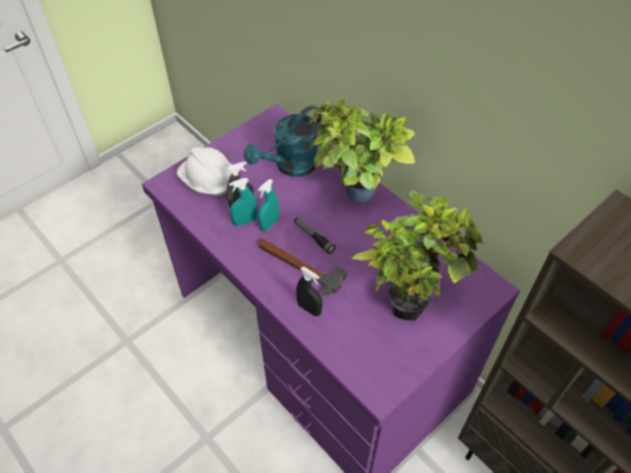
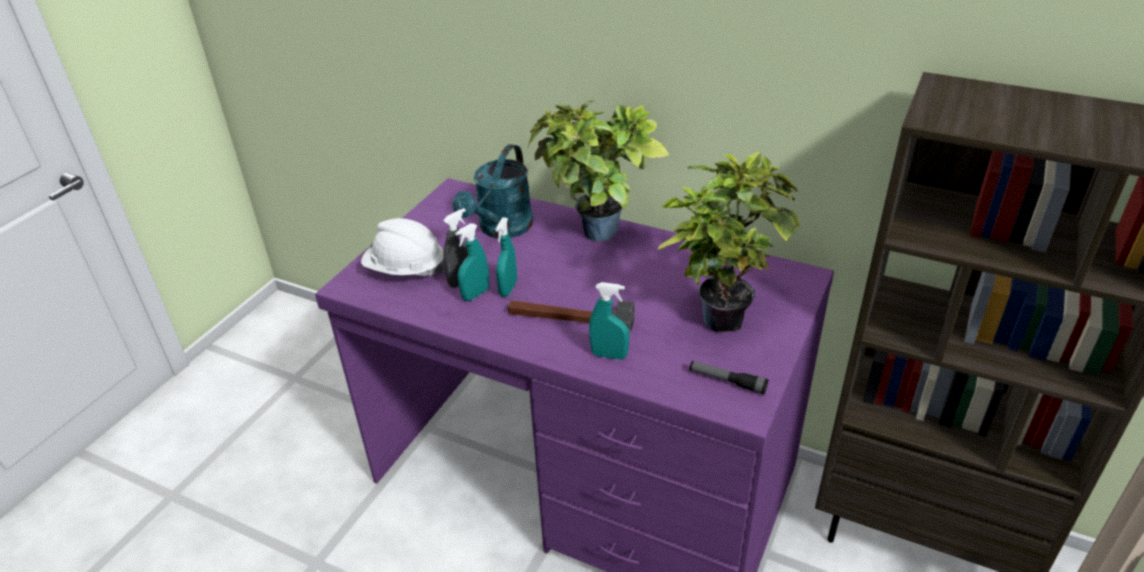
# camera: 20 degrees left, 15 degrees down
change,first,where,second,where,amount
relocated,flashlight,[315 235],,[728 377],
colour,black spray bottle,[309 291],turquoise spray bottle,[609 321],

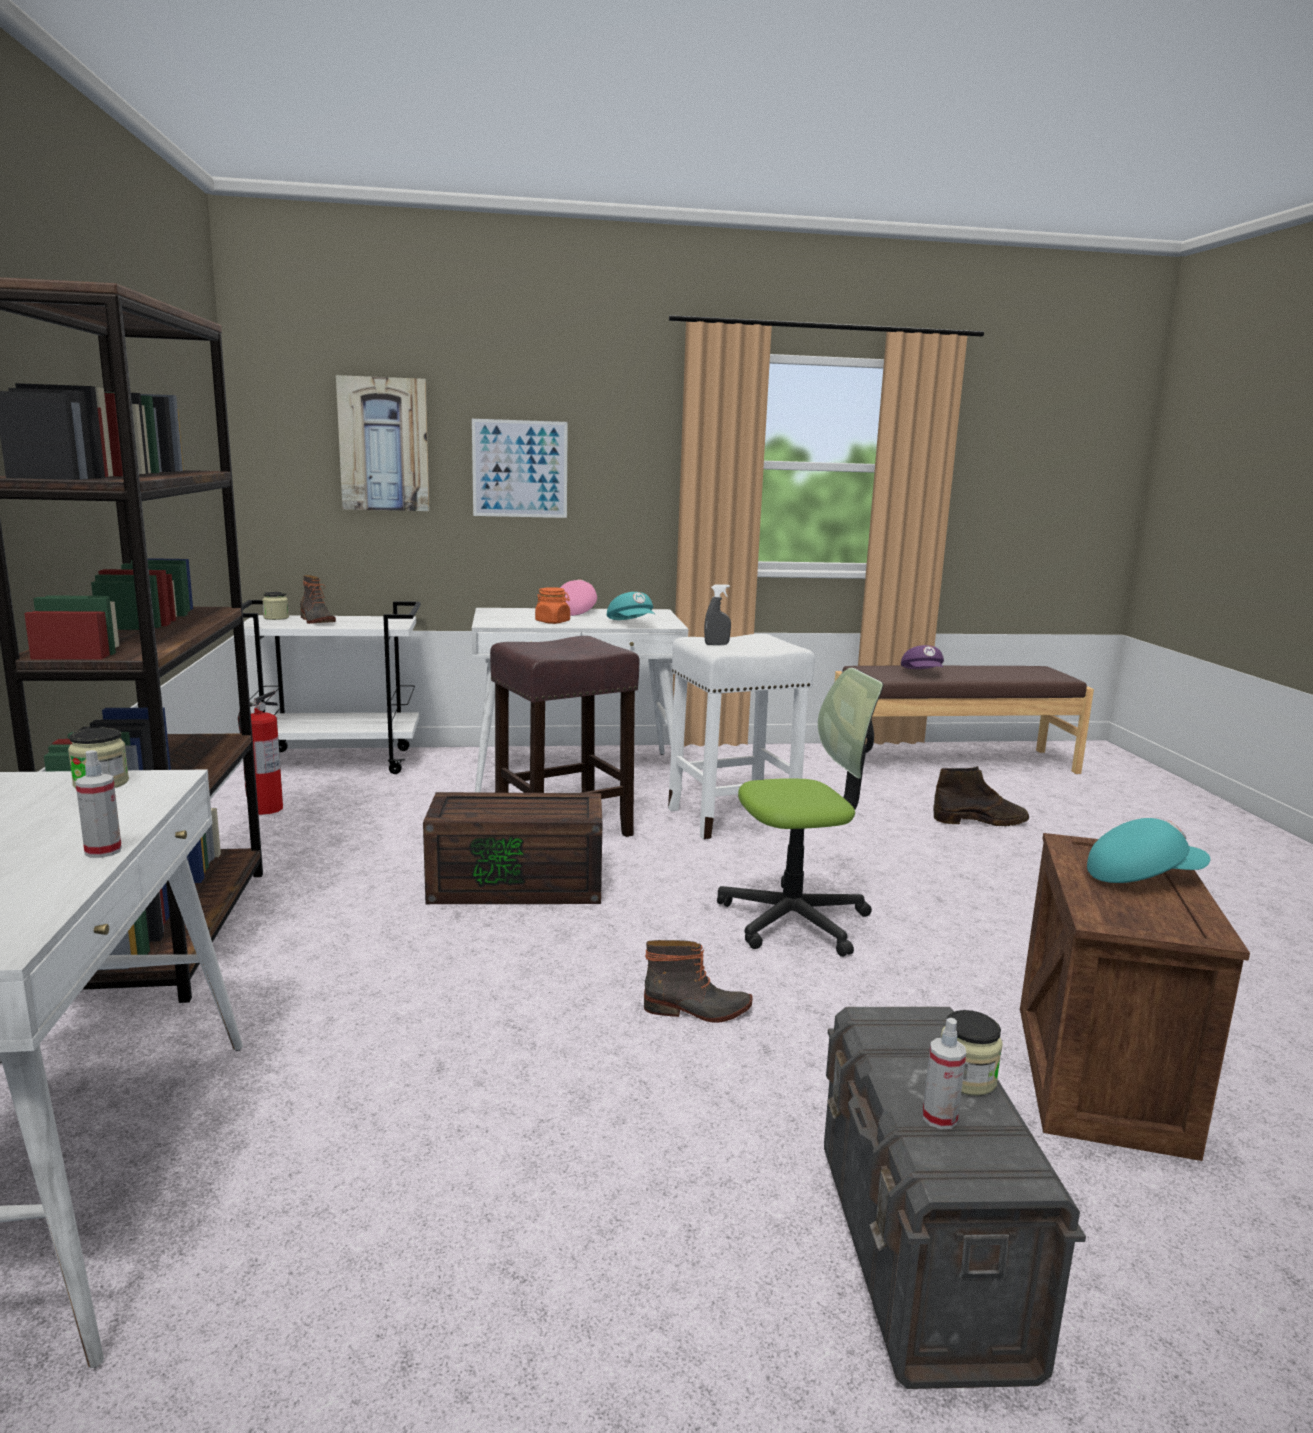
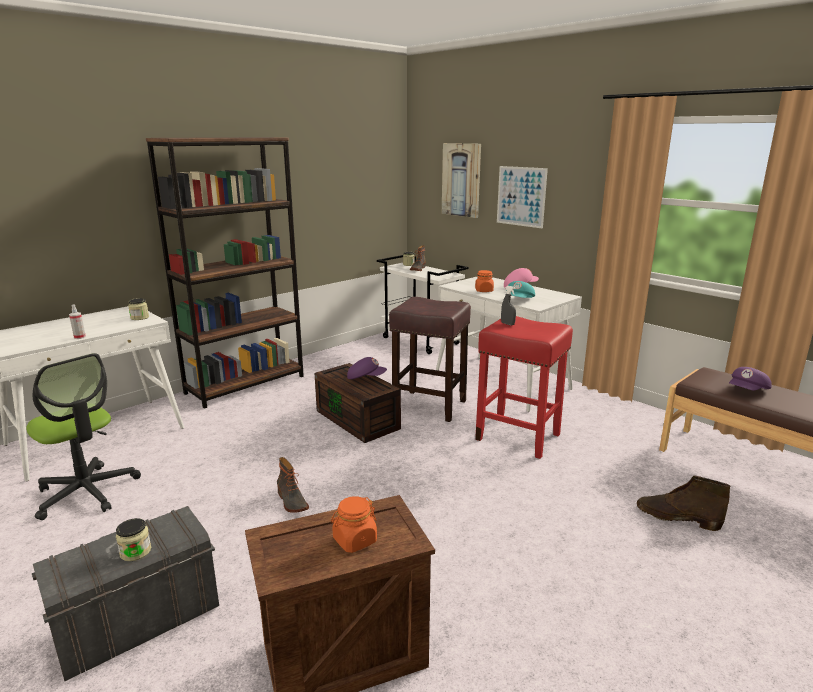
# camera: 55 degrees right, 5 degrees up
change,first,where,second,where,amount
colour,white stool,[741 737],red stool,[524 387],
relocated,office chair,[800 812],,[83 436],
missing,fire extinguisher,[260 753],,,
spun,brown boot,[981 796],,[683 503],150 degrees clockwise
exchanged,turquoise cap,[1148 850],orange jar,[354 524],
missing,spray bottle,[944 1073],,,
appeared,,,purple cap,[367 368],

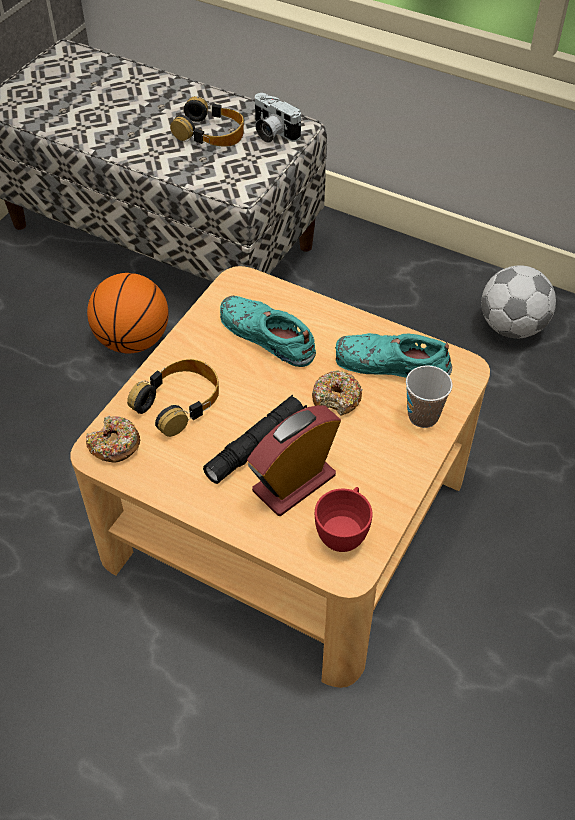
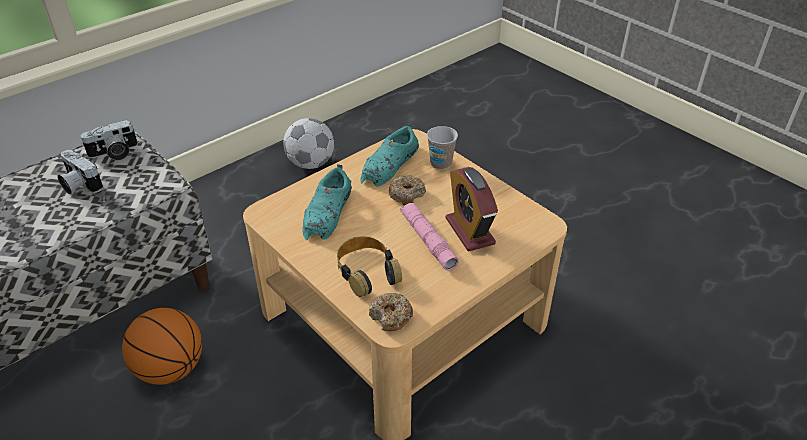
# camera: 70 degrees left, 10 degrees down
change,first,where,second,where,amount
exchanged,headphones,[207 121],photo camera,[80 172],
spun,turquoise shoe,[268 331],,[327 202],45 degrees counterclockwise
colour,black flashlight,[255 439],pink flashlight,[429 237],
missing,red cup,[344 519],,,

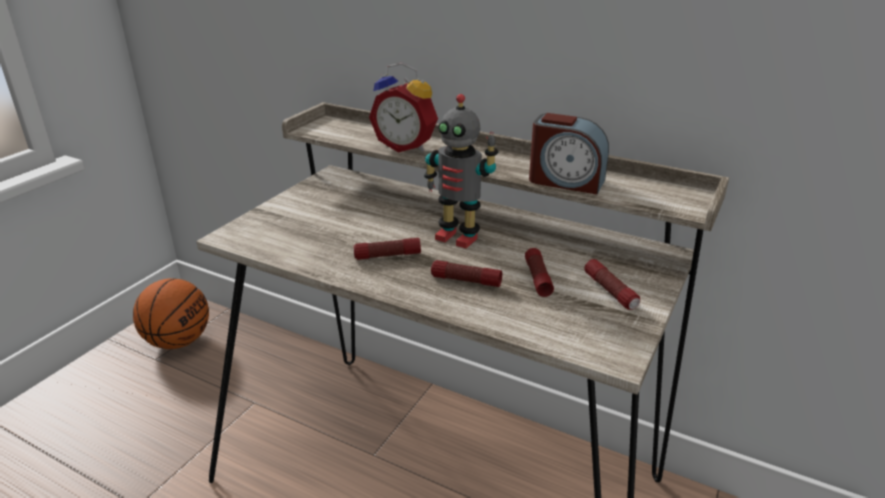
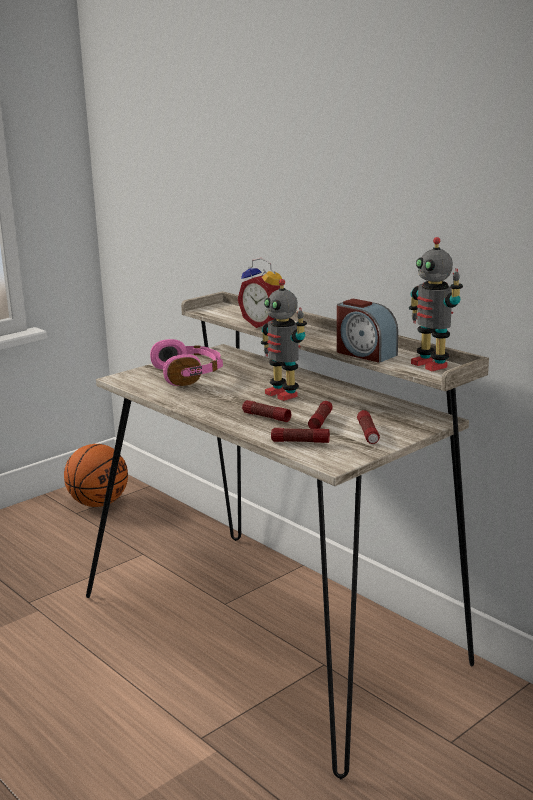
# camera: 20 degrees right, 10 degrees down
change,first,where,second,where,amount
relocated,flashlight,[387 249],,[300 435],
appeared,,,toy robot,[436 304],
appeared,,,pink headphones,[186 362],

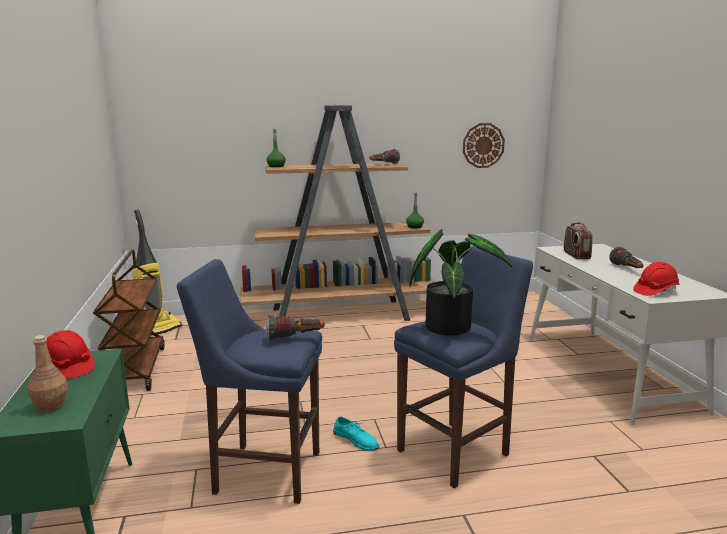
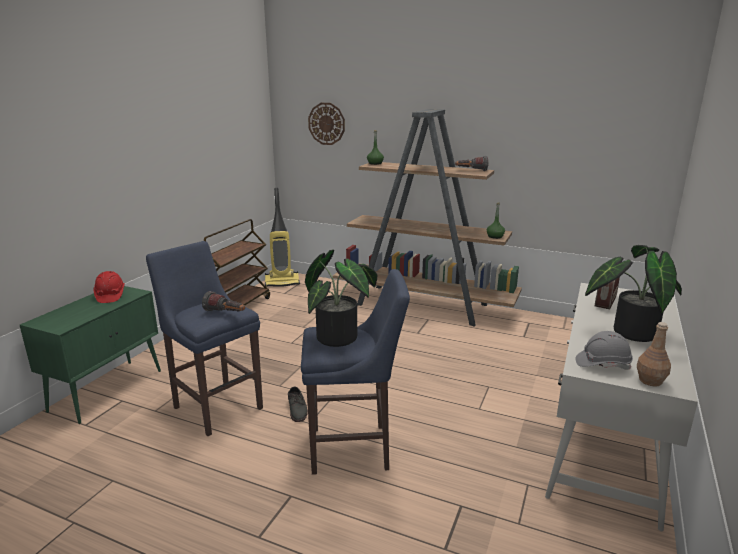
# camera: 35 degrees right, 5 degrees up
change,first,where,second,where,amount
relocated,wall clock,[484 145],,[326 124],
exchanged,flashlight,[626 257],potted plant,[633 293],
colour,red hard hat,[656 279],grey hard hat,[604 350],
relocated,brown bottle,[48 373],,[654 354],
colour,turquoise shoe,[356 433],grey shoe,[298 404],

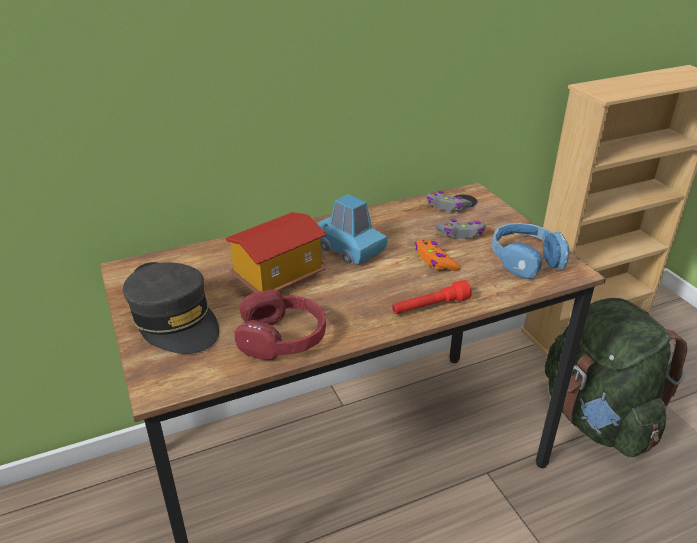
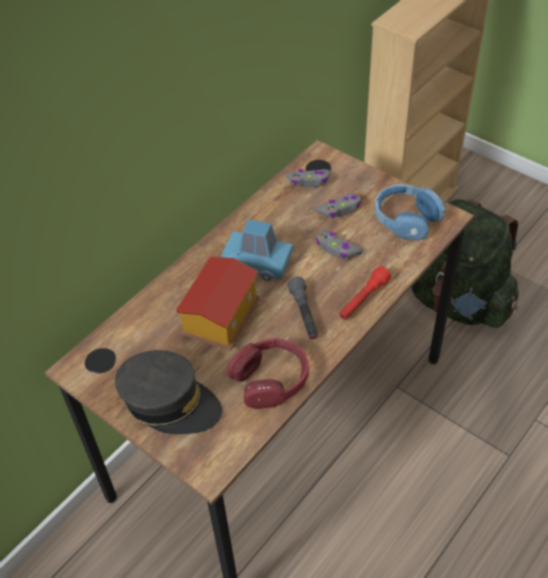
# camera: 25 degrees left, 15 degrees up
change,first,where,second,where,amount
colour,orange game controller,[437 255],grey game controller,[339 244],
appeared,,,grey flashlight,[303 308],

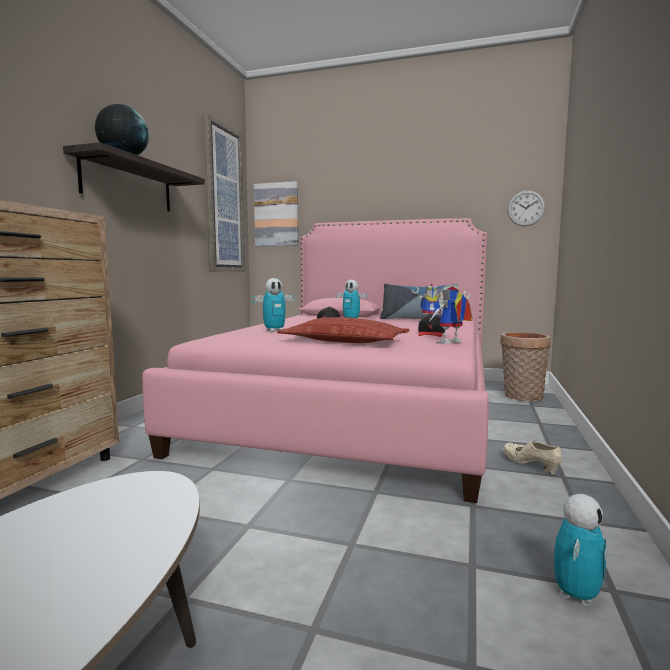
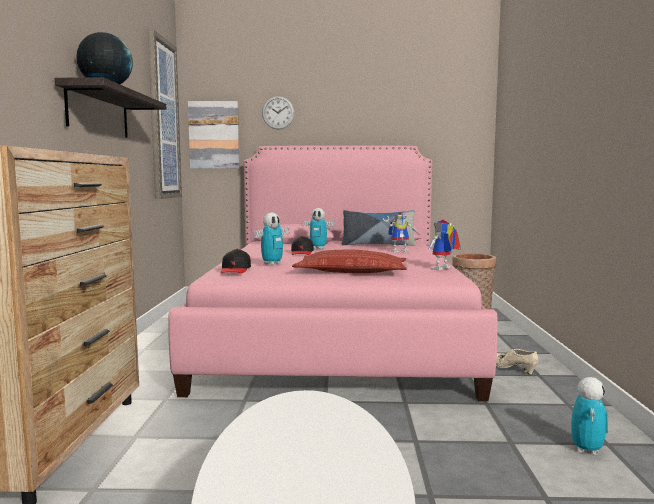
# camera: 15 degrees left, 0 degrees up
change,first,where,second,where,amount
relocated,wall clock,[526 208],,[278 113],
relocated,black cap,[431 325],,[236 261],

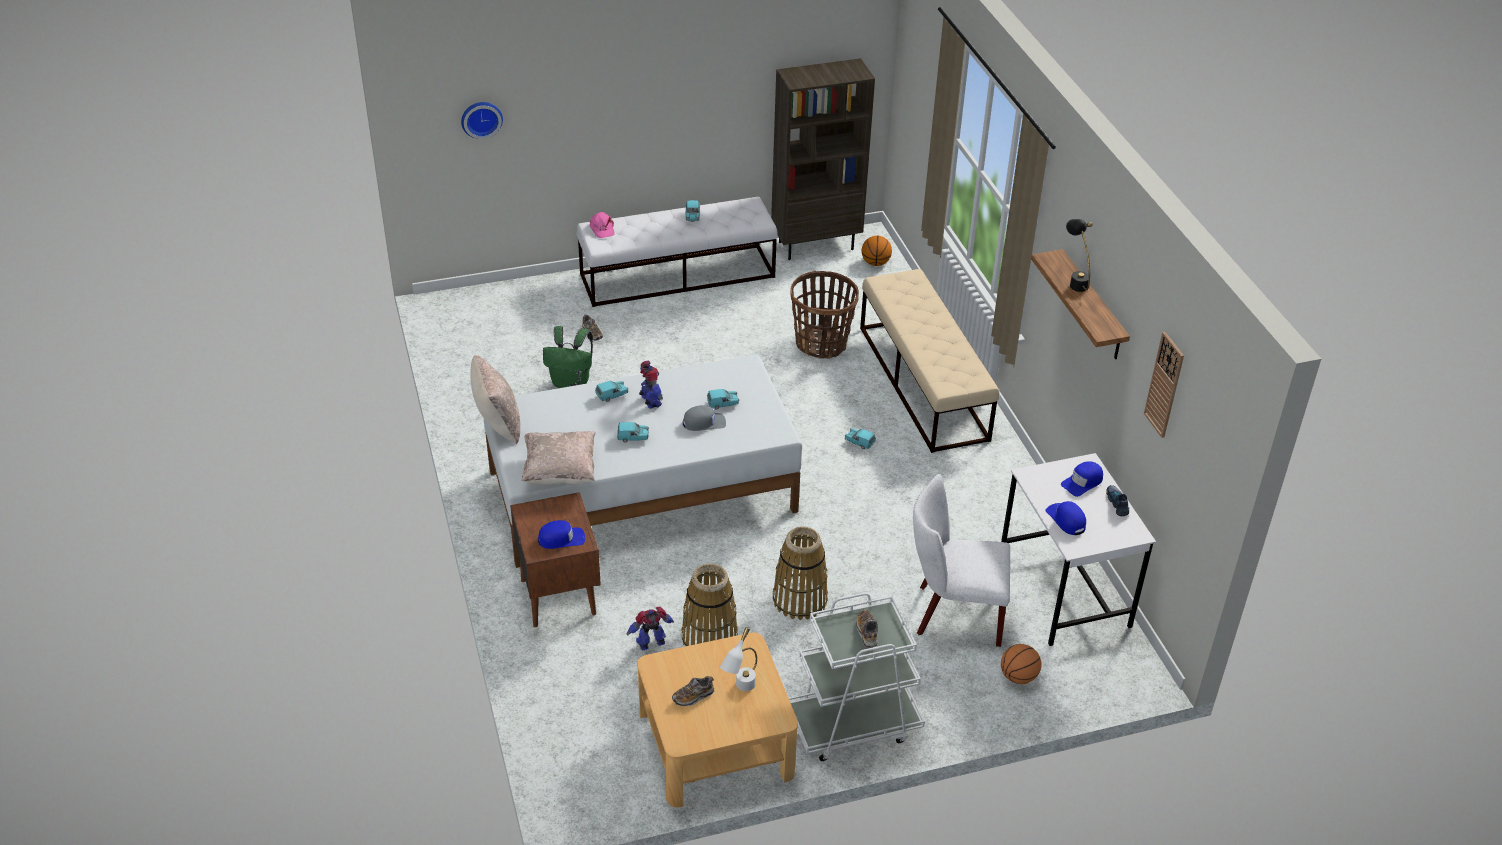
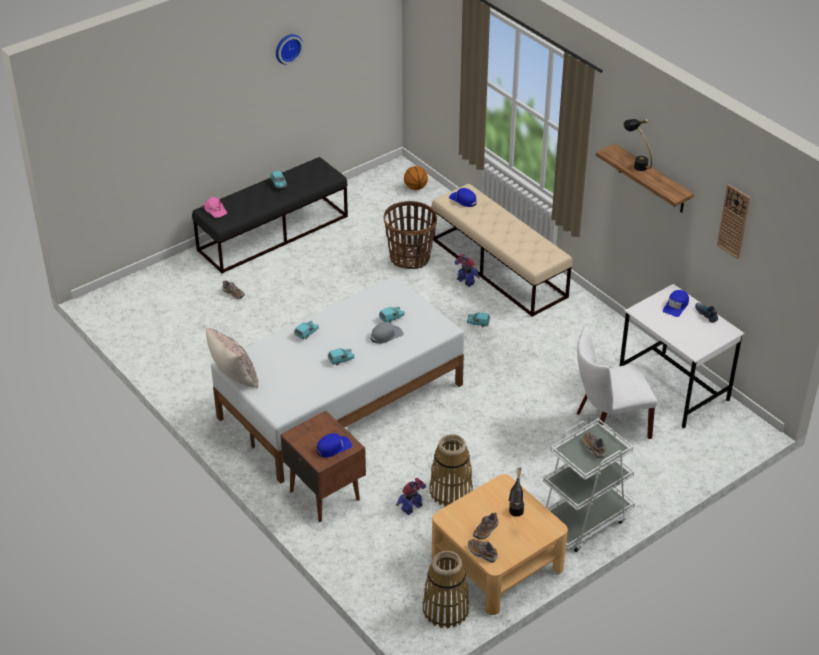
# camera: 20 degrees left, 0 degrees up
change,first,where,second,where,amount
missing,brown bookcase,[823 159],,,
relocated,wall clock,[482 120],,[289 49],
colour,white bench,[677 252],black bench,[270 215],
missing,green backpack,[568 357],,,
relocated,toy robot,[651 385],,[467 270],
missing,beige pillow,[558 458],,,
relocated,blue cap,[1066 518],,[463 197],
relocated,basket,[800 573],,[446 589],
colour,white table lamp,[738 659],black table lamp,[516 492],
missing,basketball,[1021 664],,,
appeared,,,shoe,[483 551],

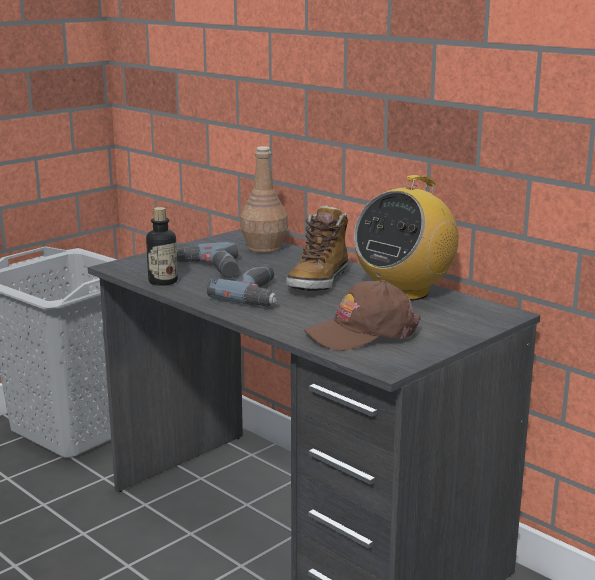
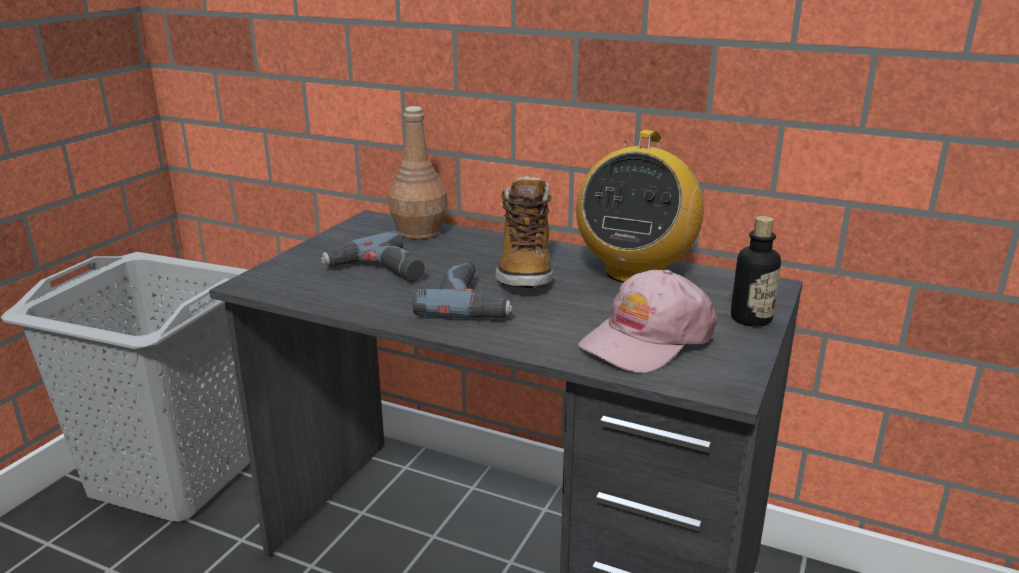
# camera: 20 degrees left, 5 degrees up
change,first,where,second,where,amount
relocated,bottle,[162 246],,[756 271],
colour,brown cap,[362 315],pink cap,[648 321],

